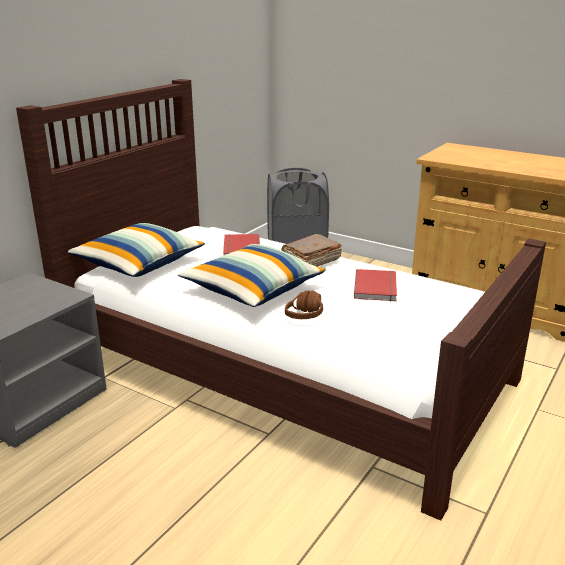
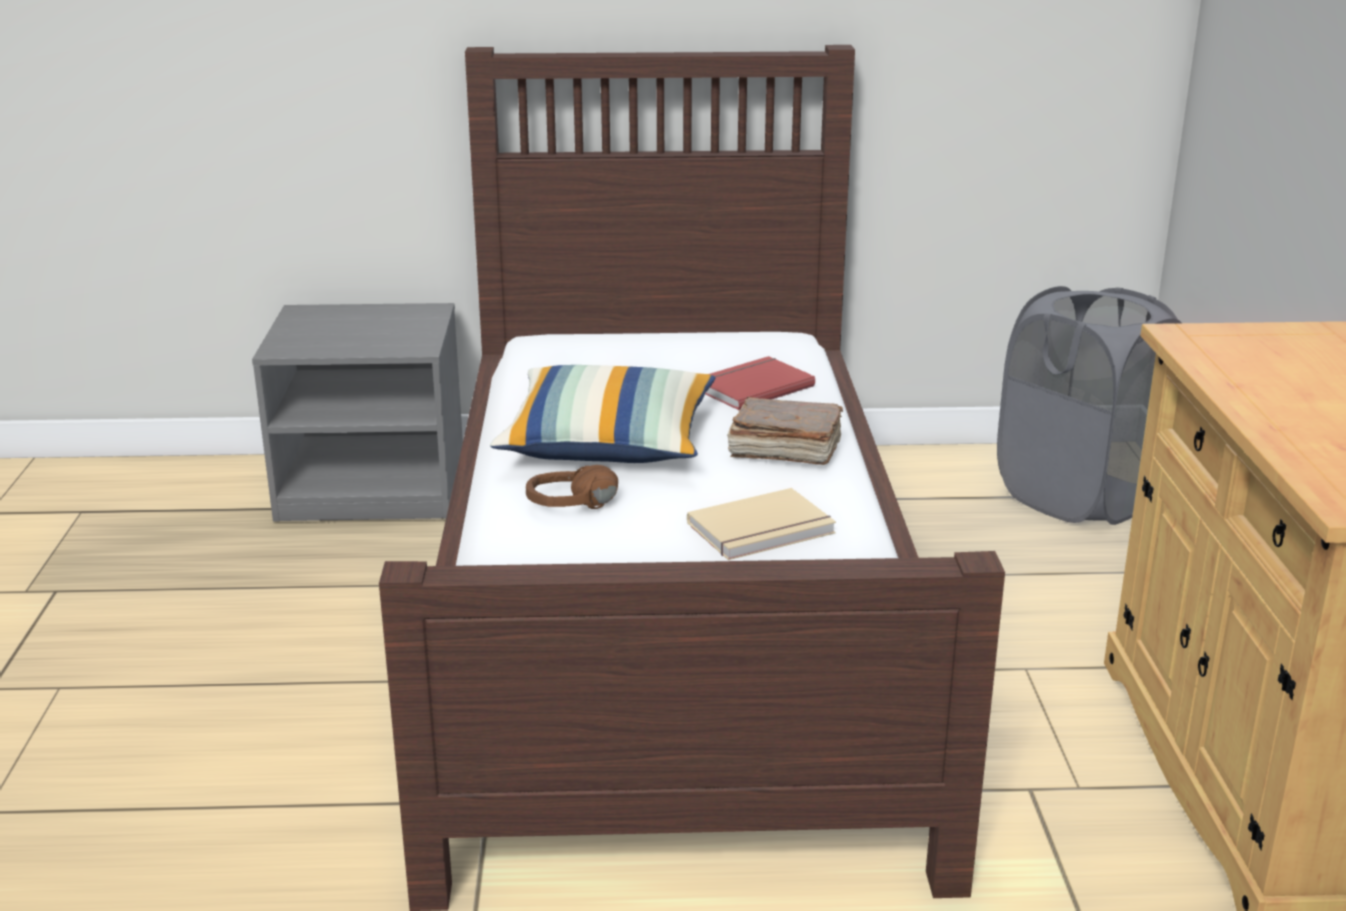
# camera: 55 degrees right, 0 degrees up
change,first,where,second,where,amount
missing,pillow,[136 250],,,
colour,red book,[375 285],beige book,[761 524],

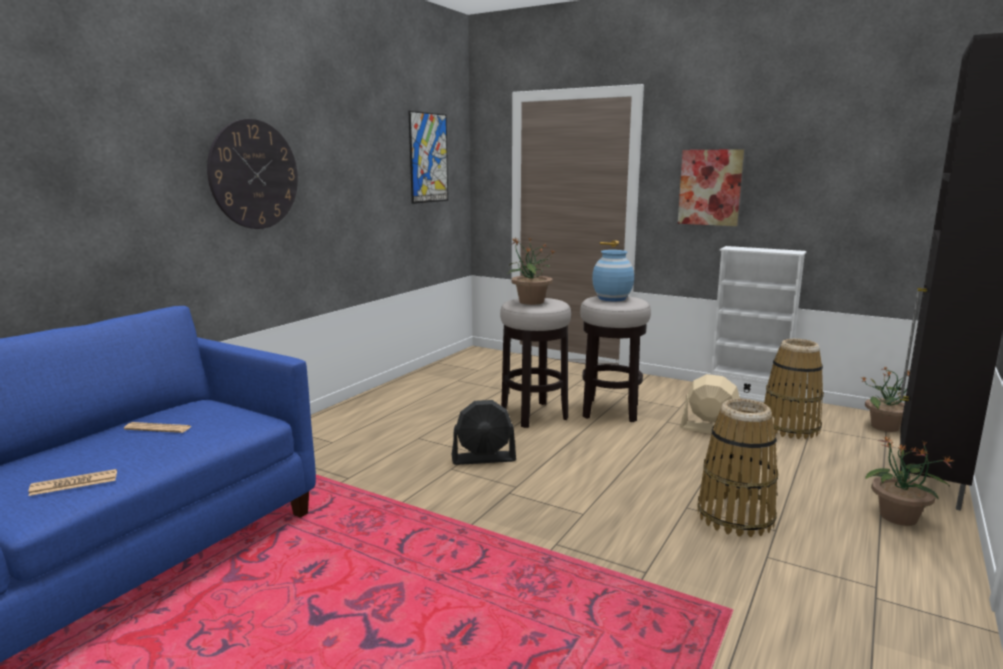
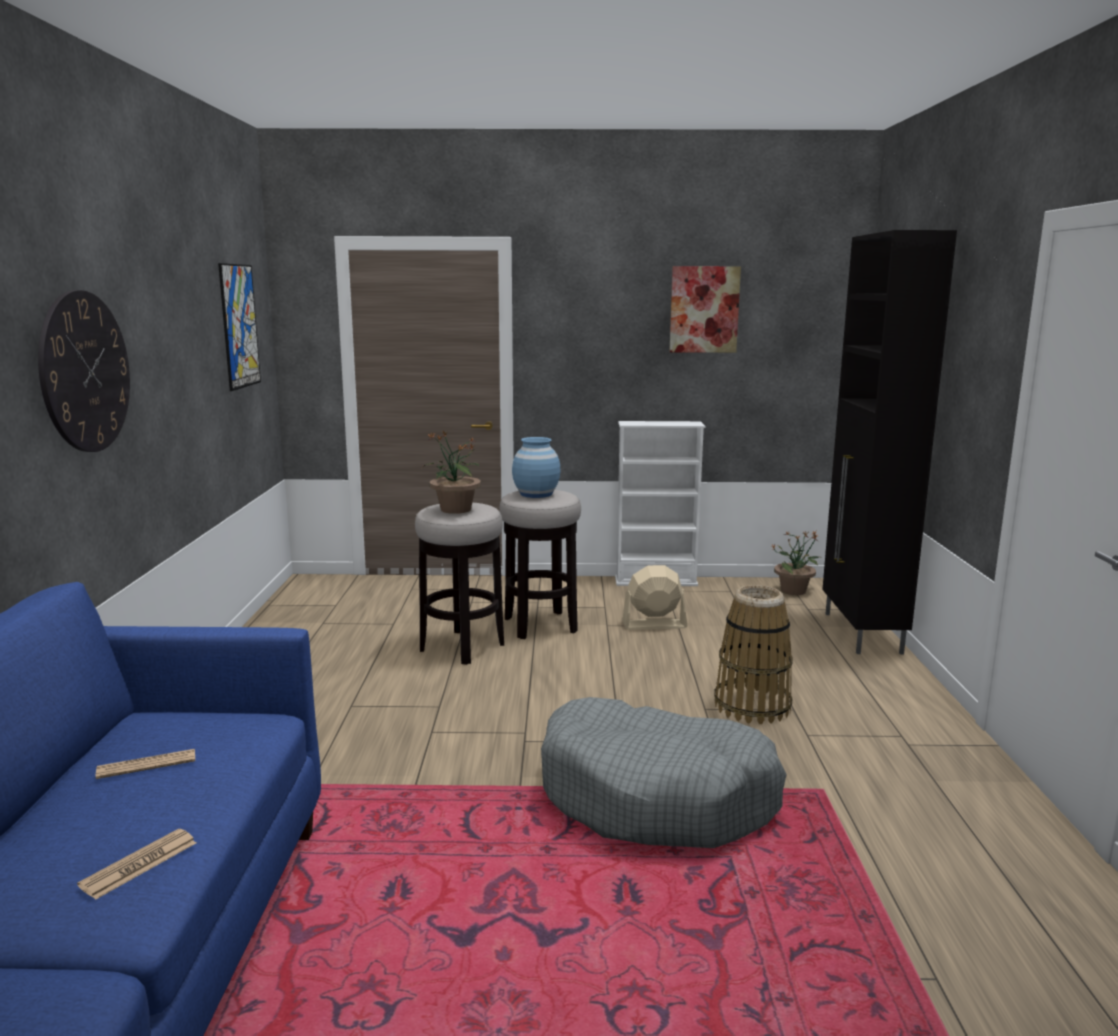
# camera: 30 degrees left, 0 degrees up
change,first,where,second,where,amount
relocated,picture,[711 187],,[705 309],
missing,basket,[794 389],,,
missing,black fan,[484 432],,,
missing,potted plant,[909 480],,,
appeared,,,grey dog bed,[664 772],

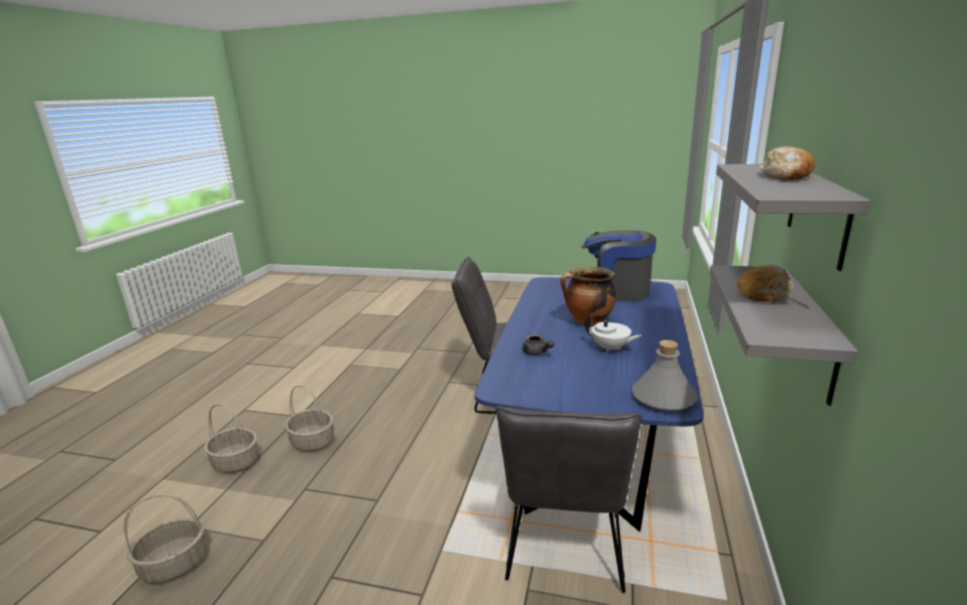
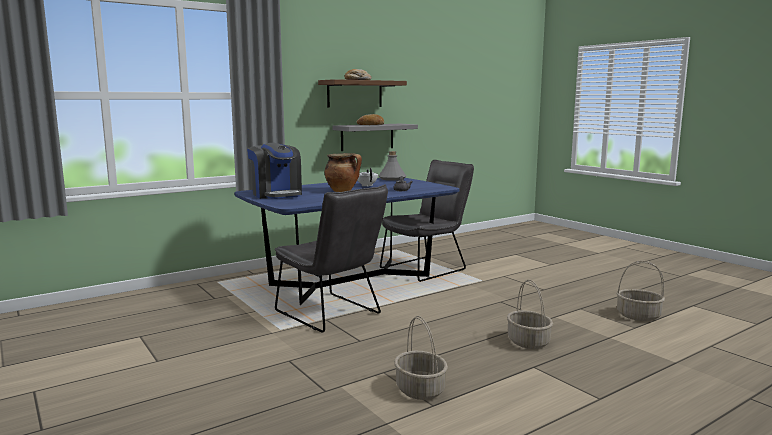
# camera: 140 degrees left, 10 degrees down
change,first,where,second,where,amount
colour,grey shelf,[793 217],brown shelf,[362 93],
relocated,basket,[231 438],,[421 358],

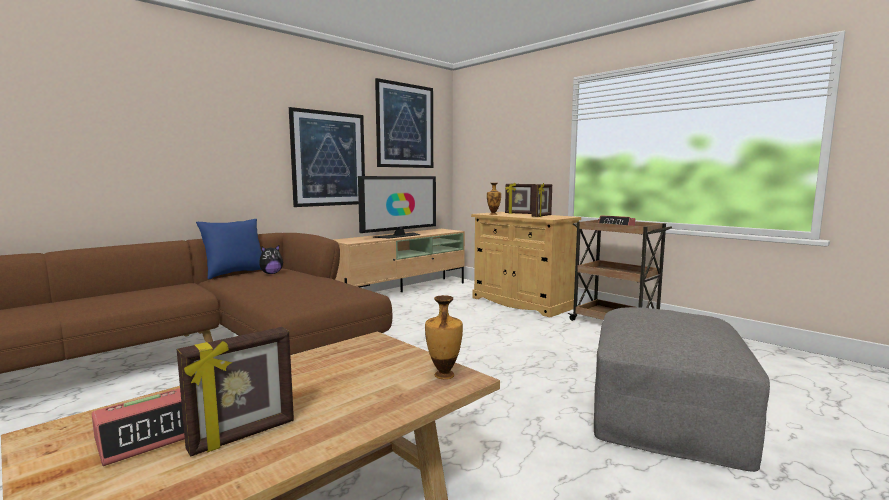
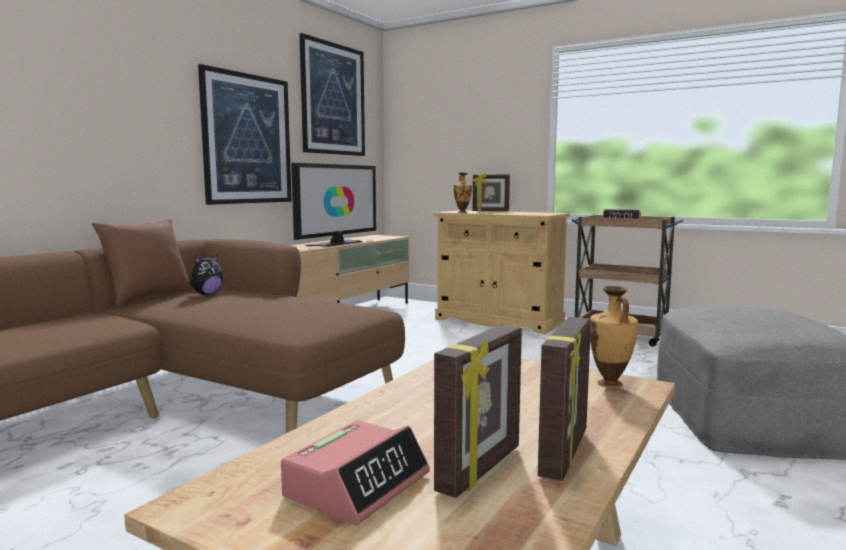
# camera: 15 degrees left, 0 degrees up
change,first,where,second,where,amount
relocated,picture frame,[542 200],,[564 399],
colour,blue pillow,[229 249],brown pillow,[142 262],

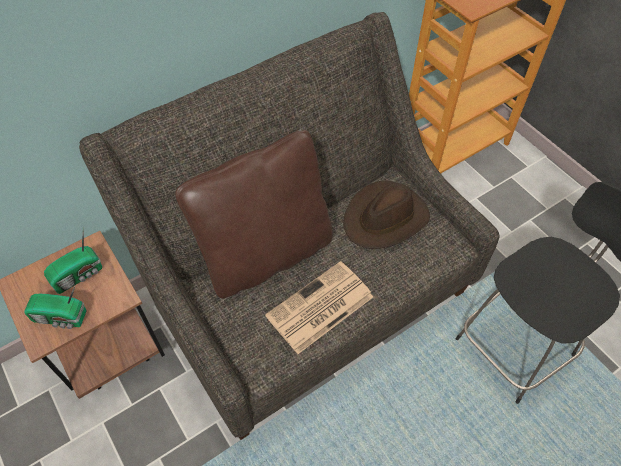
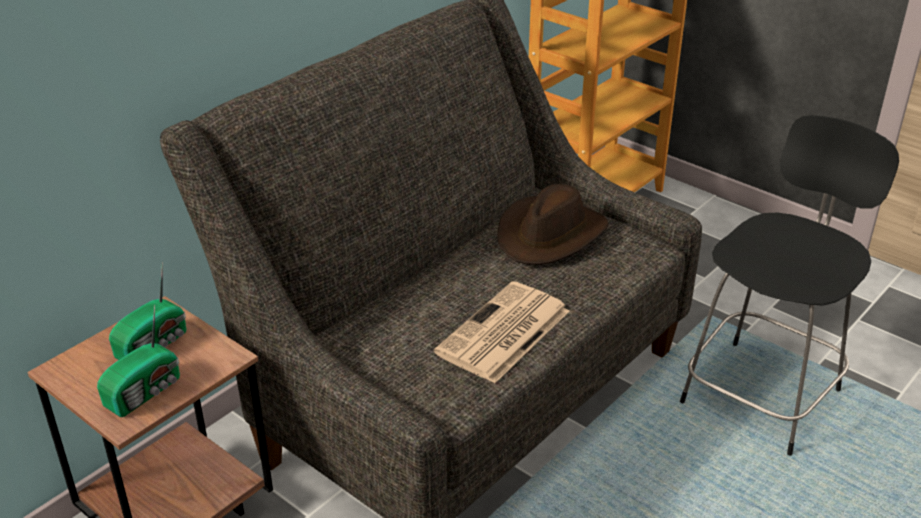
# camera: 15 degrees left, 20 degrees down
change,first,where,second,where,amount
missing,brown pillow,[254 214],,,
spun,radio,[55 307],,[138 361],45 degrees counterclockwise

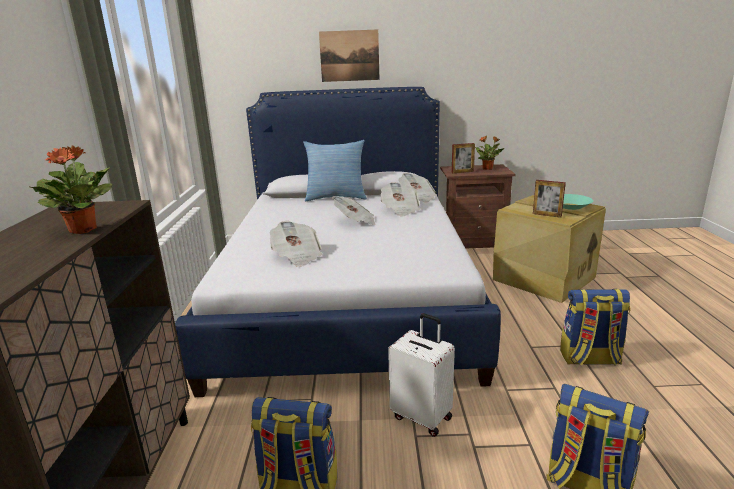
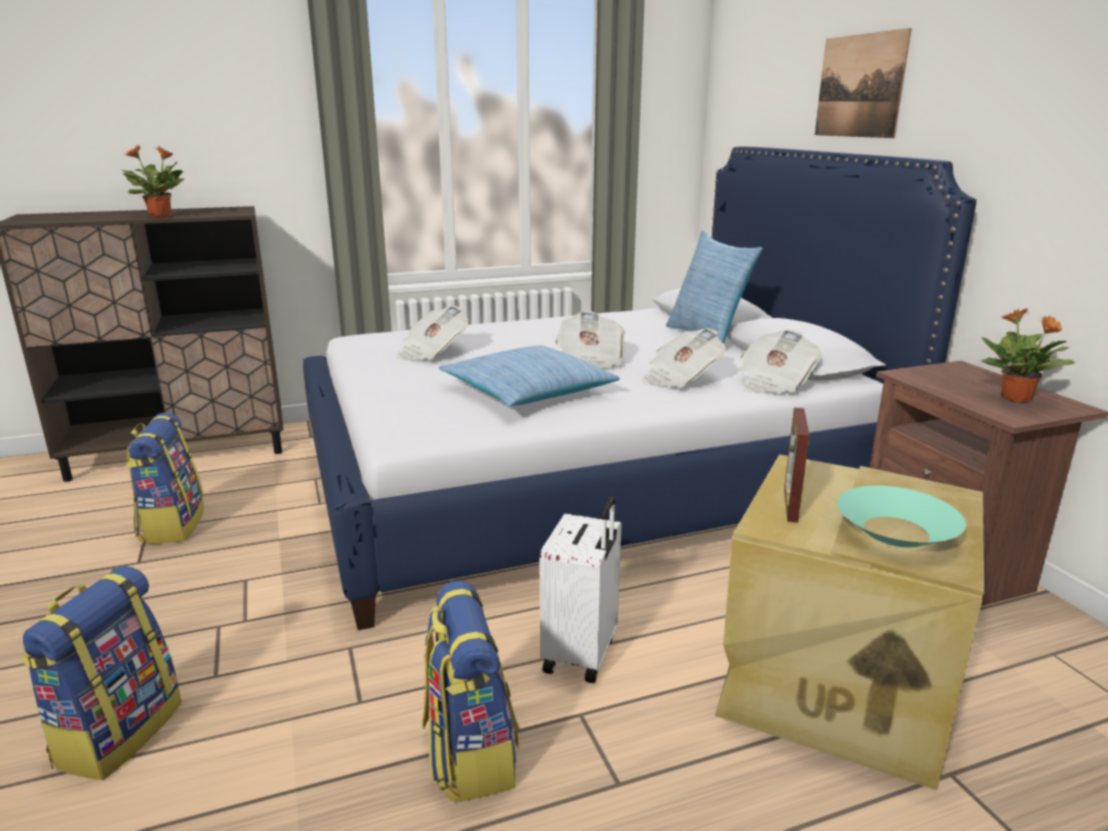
# camera: 70 degrees right, 0 degrees up
change,first,where,second,where,amount
missing,picture frame,[463 158],,,
relocated,white suitcase,[421 375],,[580 590],
appeared,,,pillow,[528 375],

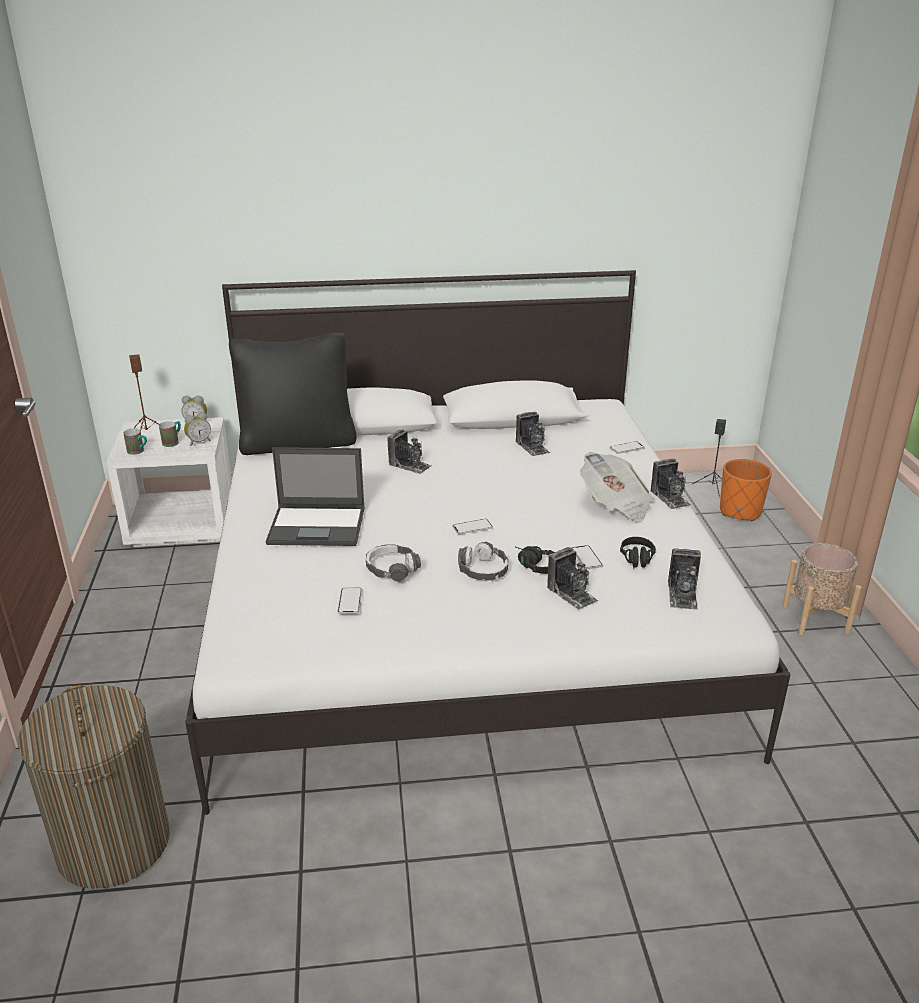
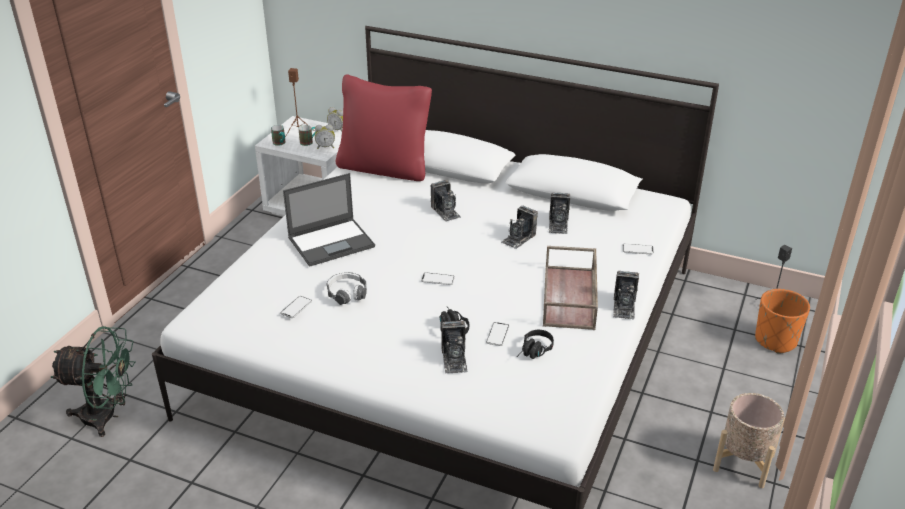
# camera: 30 degrees right, 5 degrees up
change,first,where,second,where,amount
colour,black pillow,[293 394],red pillow,[384 127],
spun,laptop,[315 496],,[329 220],60 degrees counterclockwise
exchanged,newspaper,[617 487],brown tray,[570 288],
missing,headphones,[483 561],,,
relocated,photo camera,[684 579],,[519 227],
exchanged,laundry basket,[94 787],green fan,[93 381],

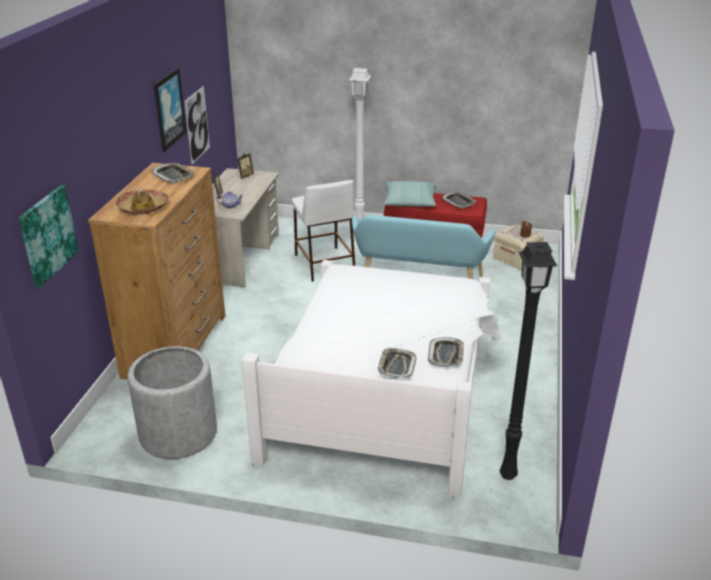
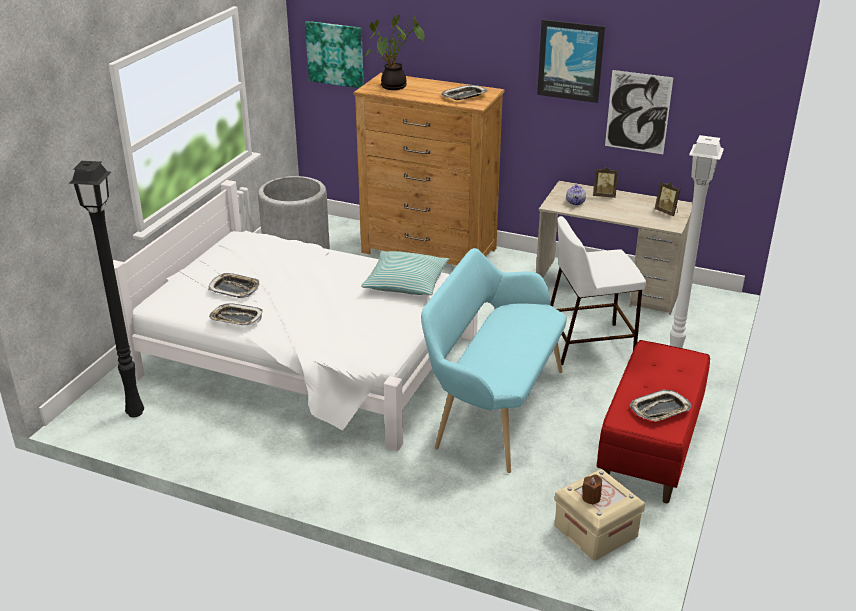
# camera: 100 degrees right, 0 degrees up
change,first,where,second,where,amount
relocated,pillow,[410 194],,[405 273],
exchanged,hat,[141 202],potted plant,[395 52],

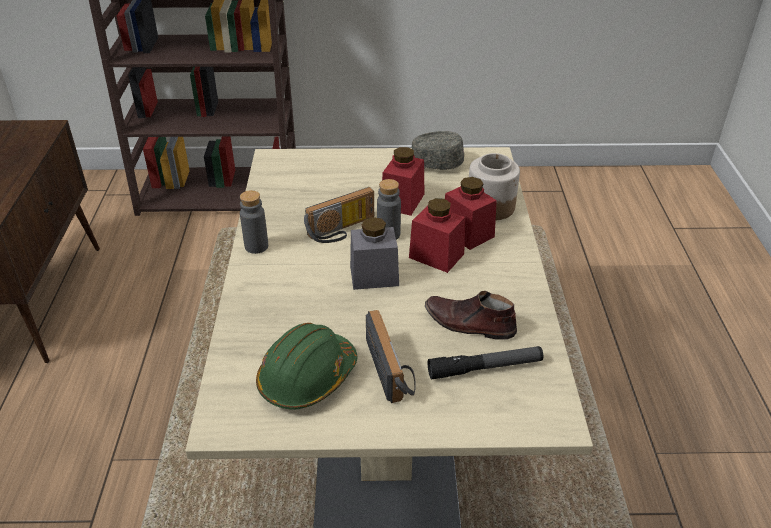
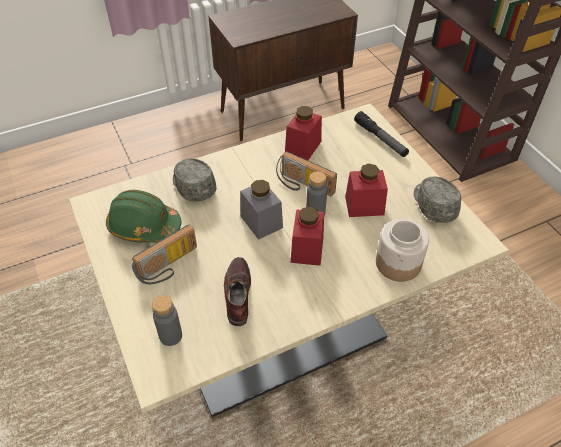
# camera: 65 degrees right, 10 degrees up
change,first,where,second,where,amount
relocated,red jar,[471 213],,[303 133],
relocated,grey bottle,[254 222],,[167 320],
relocated,flashlight,[485 362],,[381 134],
appeared,,,grey cap,[194 180],

